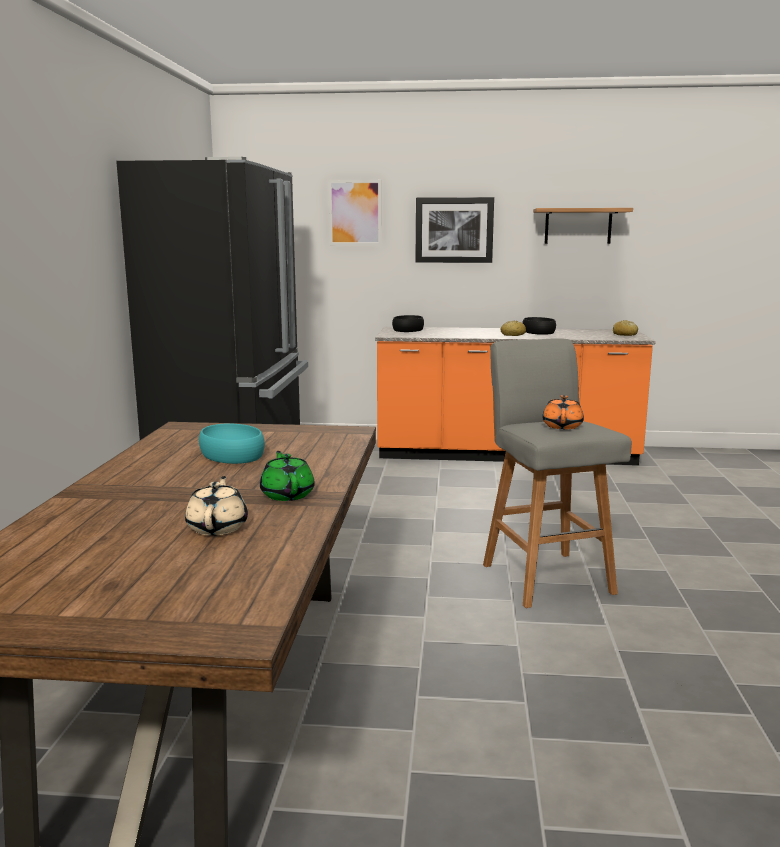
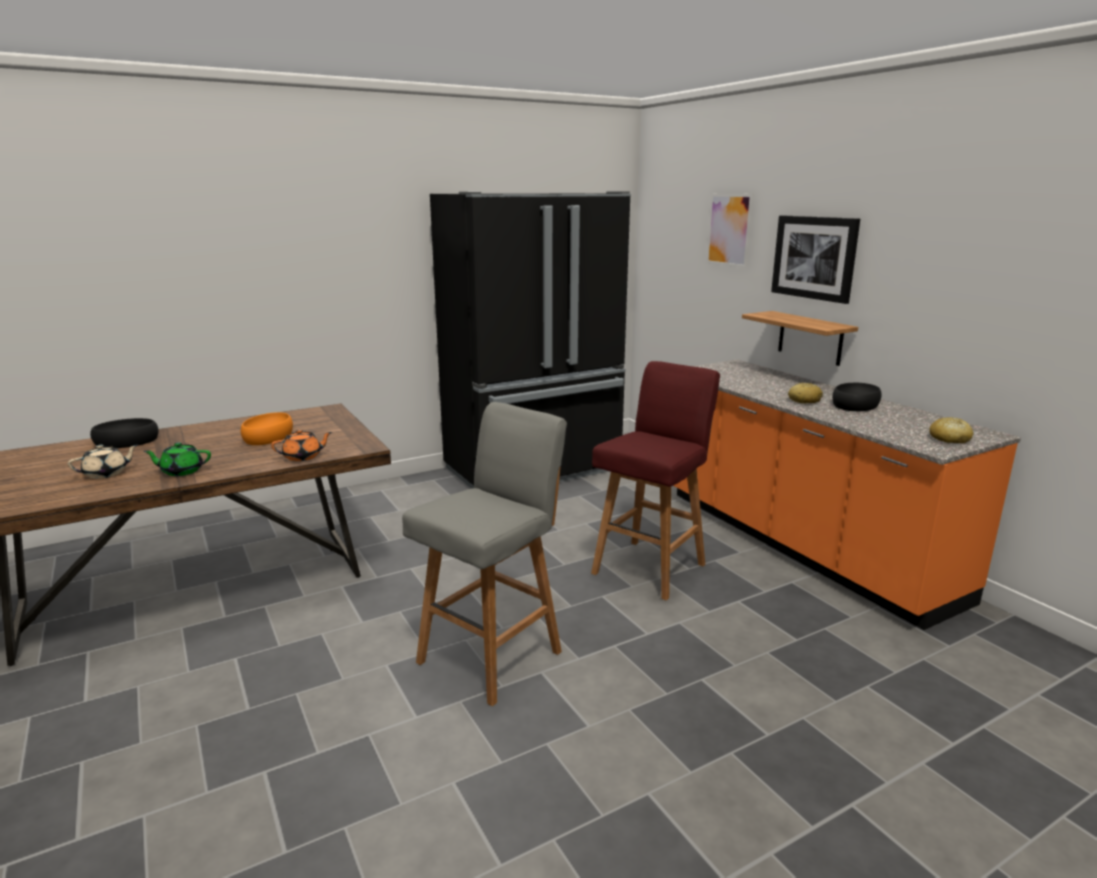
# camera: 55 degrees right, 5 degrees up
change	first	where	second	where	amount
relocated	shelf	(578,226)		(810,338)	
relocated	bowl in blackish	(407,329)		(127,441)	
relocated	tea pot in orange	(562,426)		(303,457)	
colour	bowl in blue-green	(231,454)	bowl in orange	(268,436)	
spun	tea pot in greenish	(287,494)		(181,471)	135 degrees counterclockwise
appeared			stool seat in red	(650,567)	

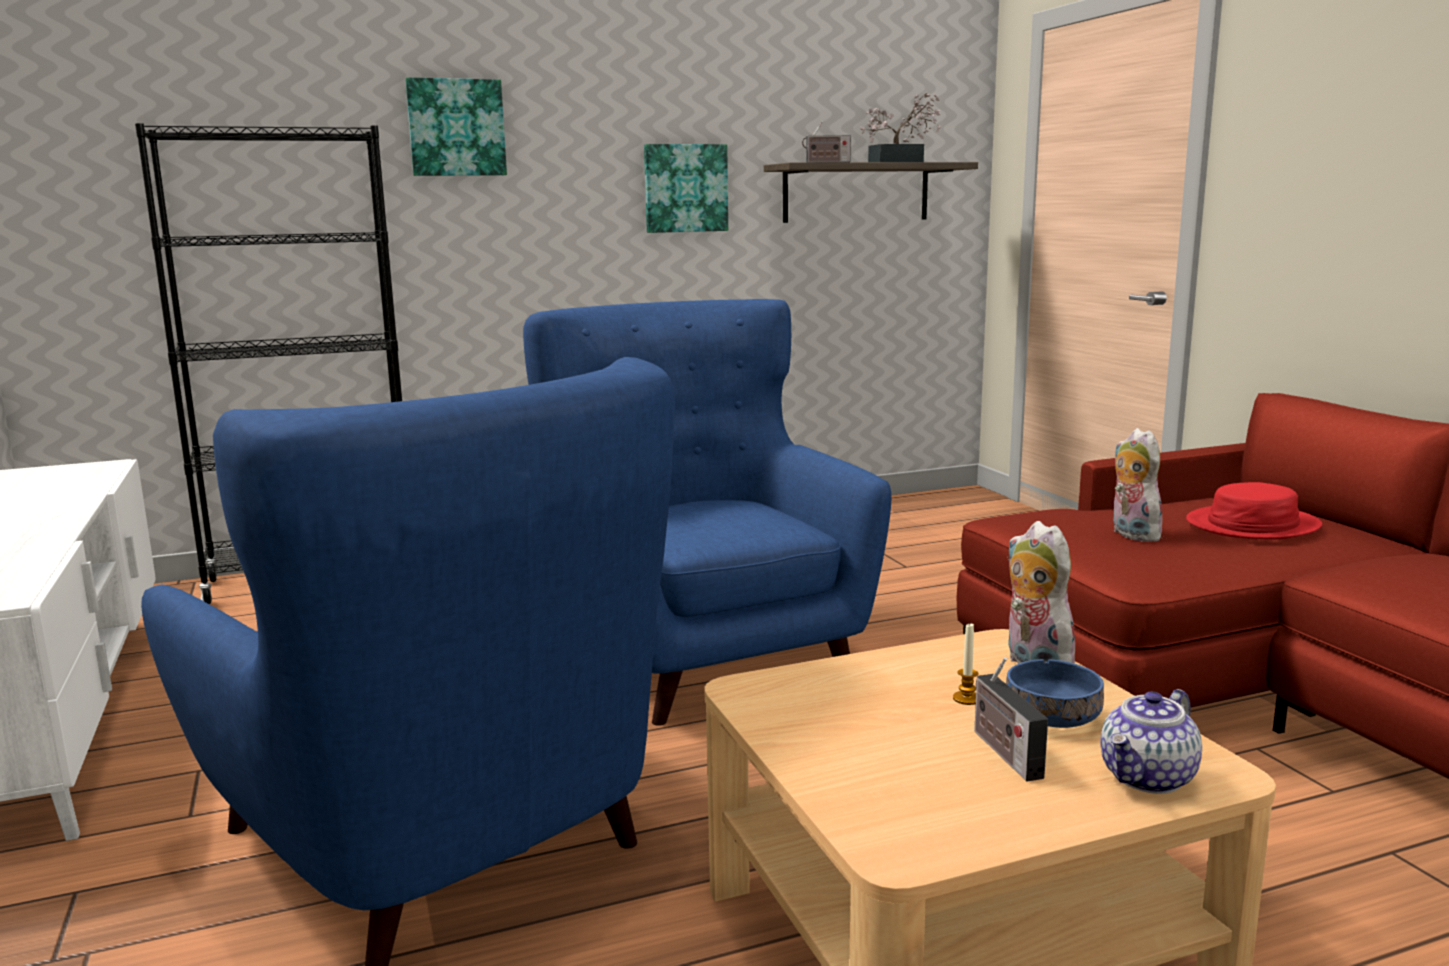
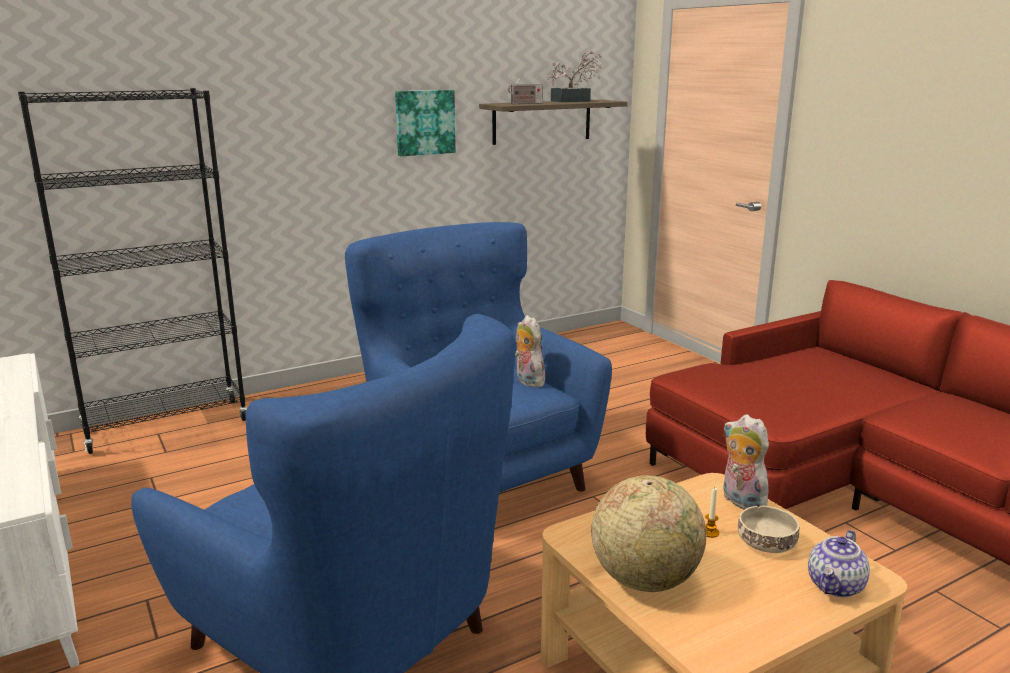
# camera: 10 degrees left, 5 degrees up
change	first	where	second	where	amount
missing	wall art	(456,128)			
relocated	cuddly toy	(1131,534)		(527,381)	
missing	hat in red	(1253,525)			
missing	radio	(1003,752)			
colour	bowl in bluish	(1051,718)	bowl in sand-coloured	(766,544)	
appeared			globe	(645,579)	

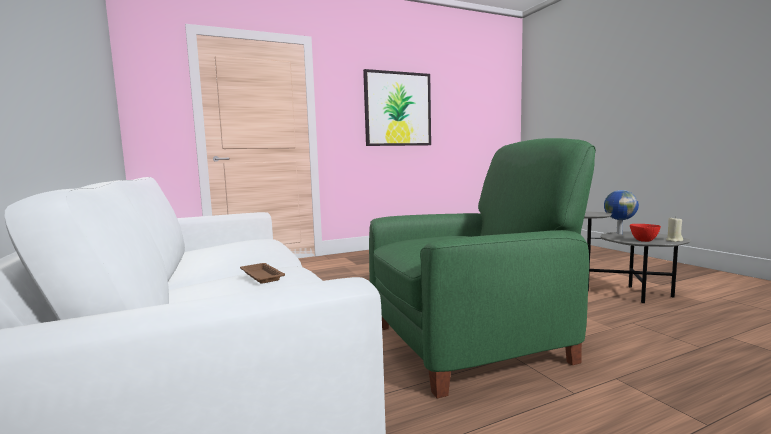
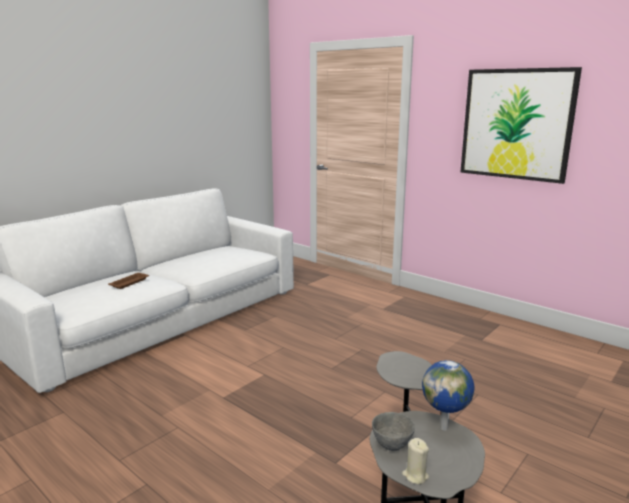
# camera: 65 degrees right, 10 degrees up
change	first	where	second	where	amount
missing	easy chair in greenish	(470,343)			
colour	bowl in red	(643,241)	bowl in grey	(391,445)	

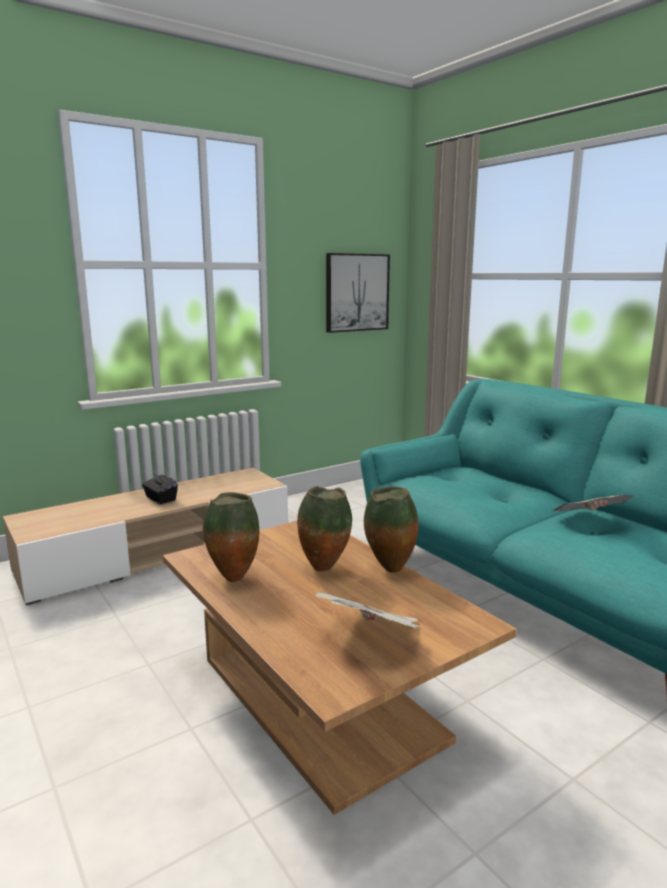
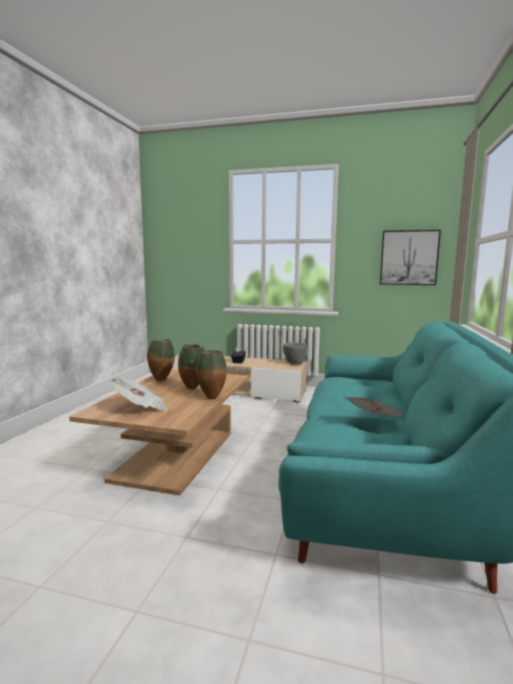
# camera: 50 degrees right, 5 degrees down
change	first	where	second	where	amount
appeared			bowl in grey	(294,363)	

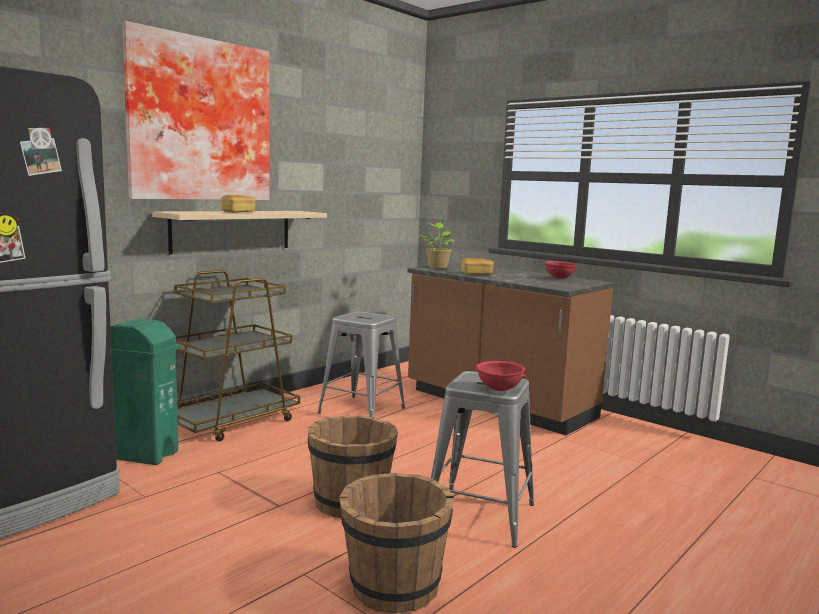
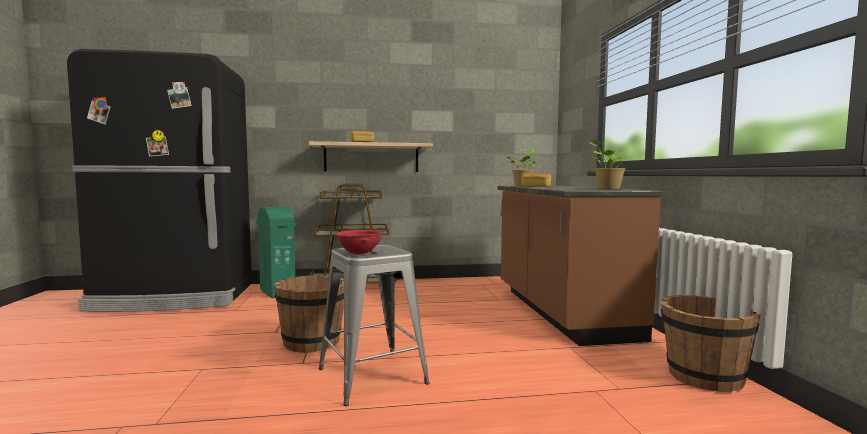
# camera: 40 degrees right, 5 degrees down
change	first	where	second	where	amount
missing	wall art	(198,120)			
exchanged	bowl in red	(559,278)	plant in a pot	(607,188)	
missing	stool seat in grey	(361,410)			
relocated	water bucket in brownish	(393,587)		(703,377)	

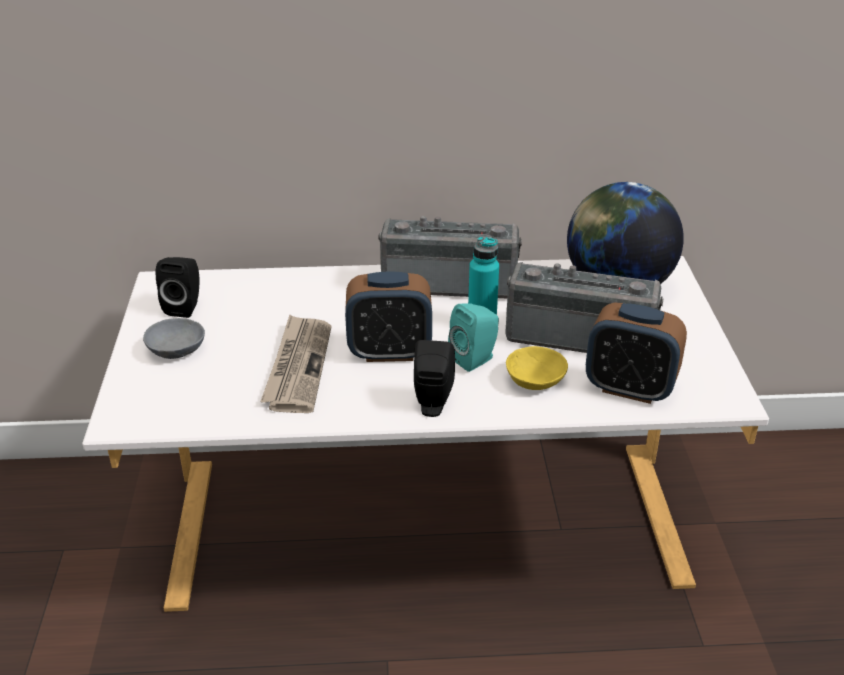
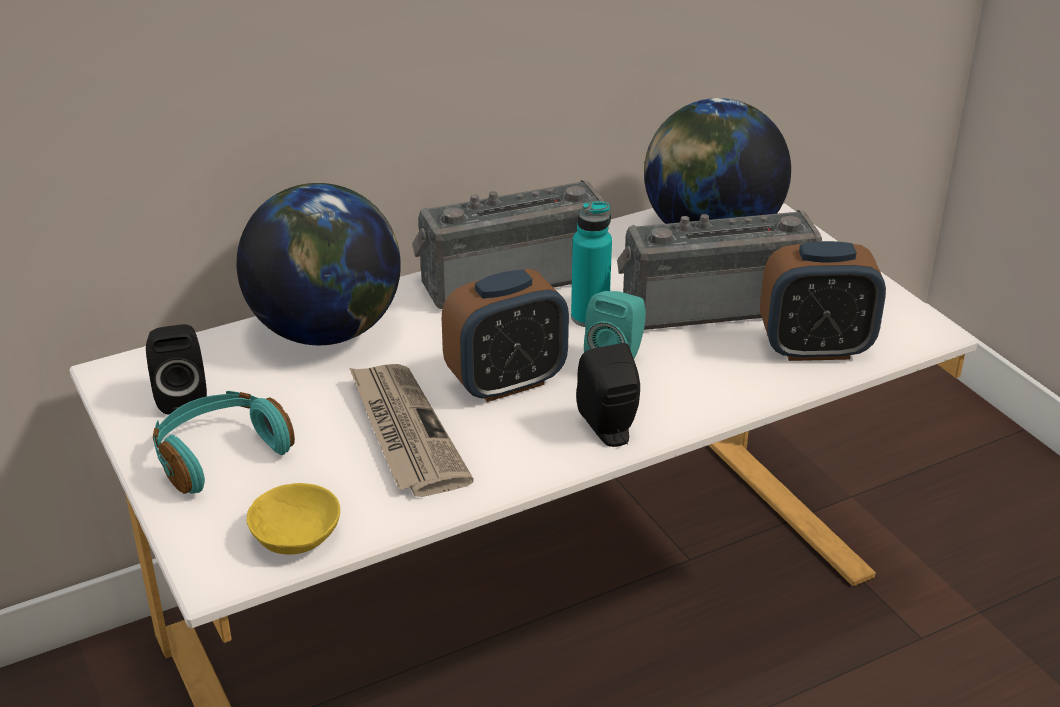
# camera: 25 degrees left, 0 degrees up
change	first	where	second	where	amount
exchanged	bowl in grey	(178,348)	headset in blue-green	(219,454)	
relocated	bowl in yellowish	(536,381)		(298,537)	
appeared			globe	(326,330)	

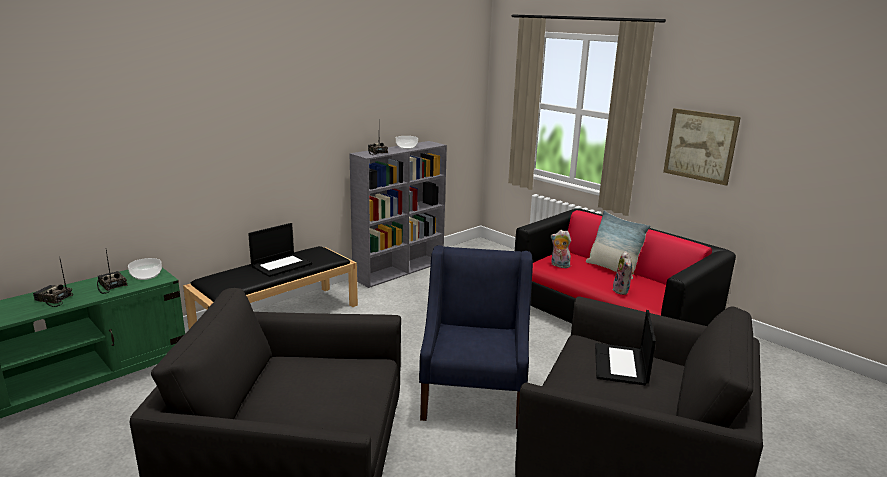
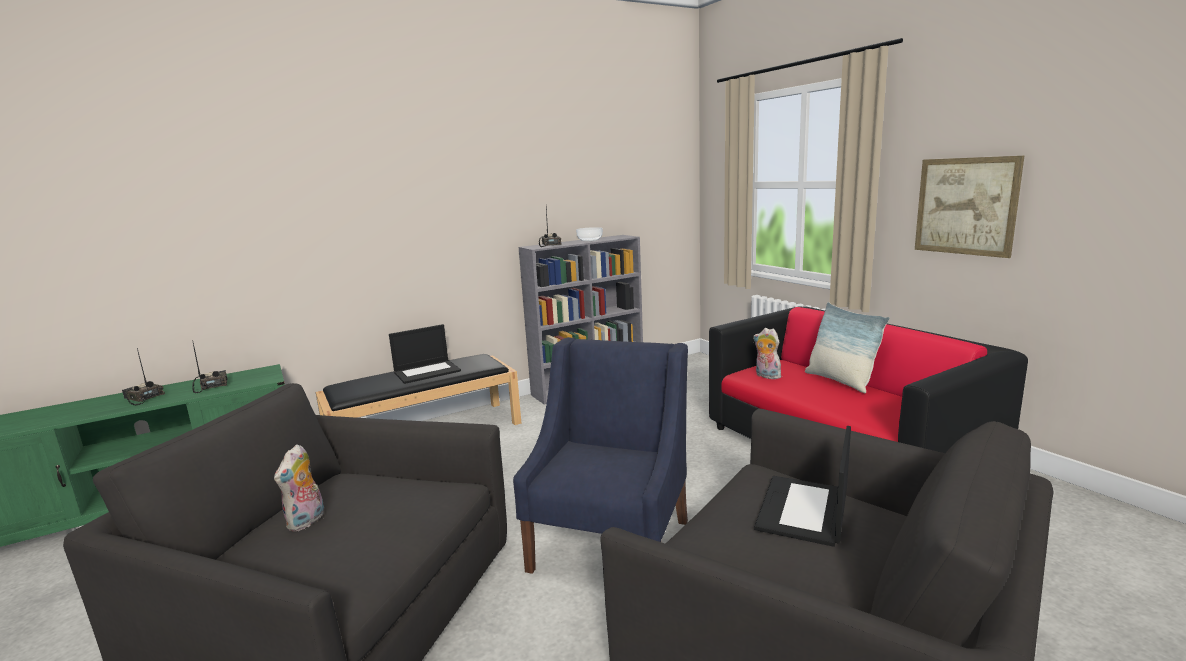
# camera: 15 degrees right, 5 degrees down
change	first	where	second	where	amount
relocated	cuddly toy	(622,291)		(307,521)	
missing	bowl	(146,275)			

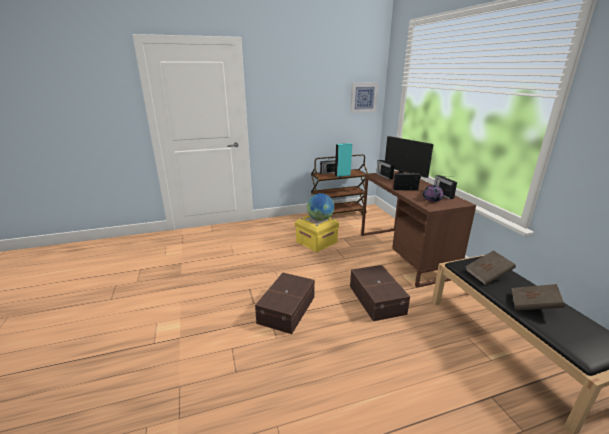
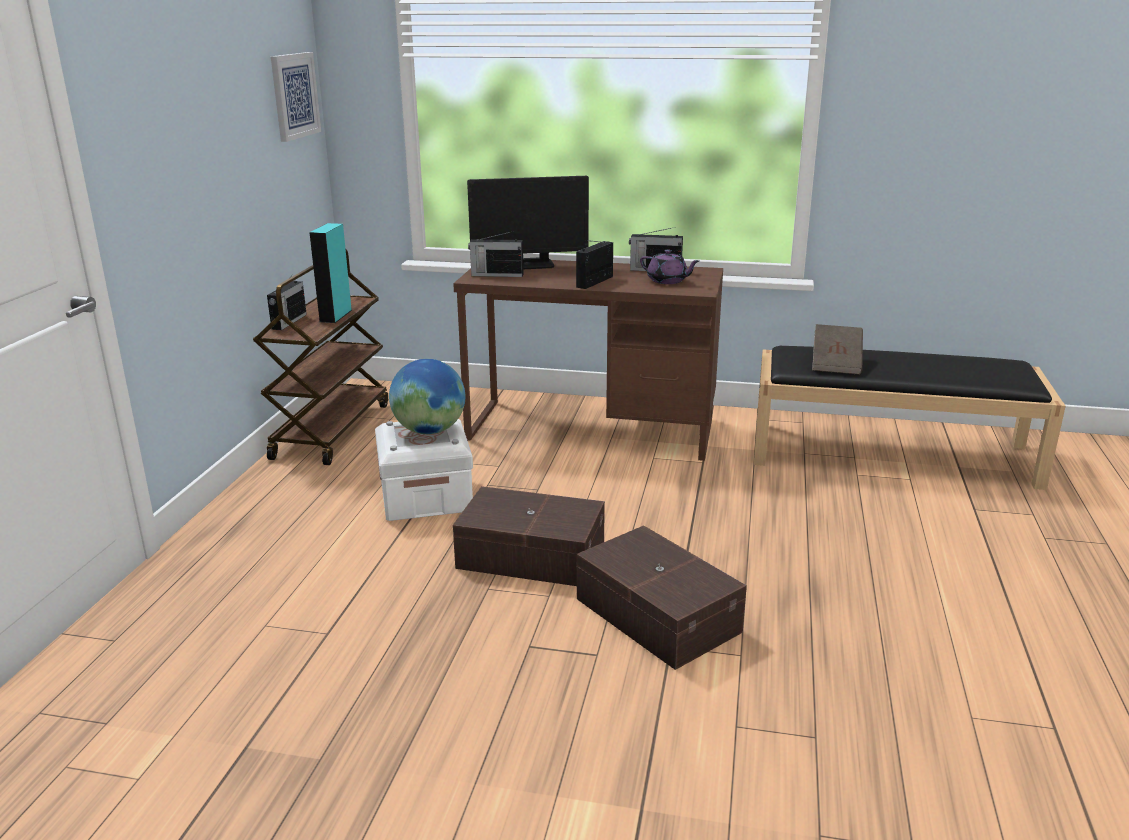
# camera: 60 degrees left, 0 degrees up
change	first	where	second	where	amount
colour	storage container in yellowish	(316,242)	storage container in white-coloured	(426,497)	
relocated	storage container in brownish	(377,299)		(530,554)	
missing	bound book in brownish	(533,306)			

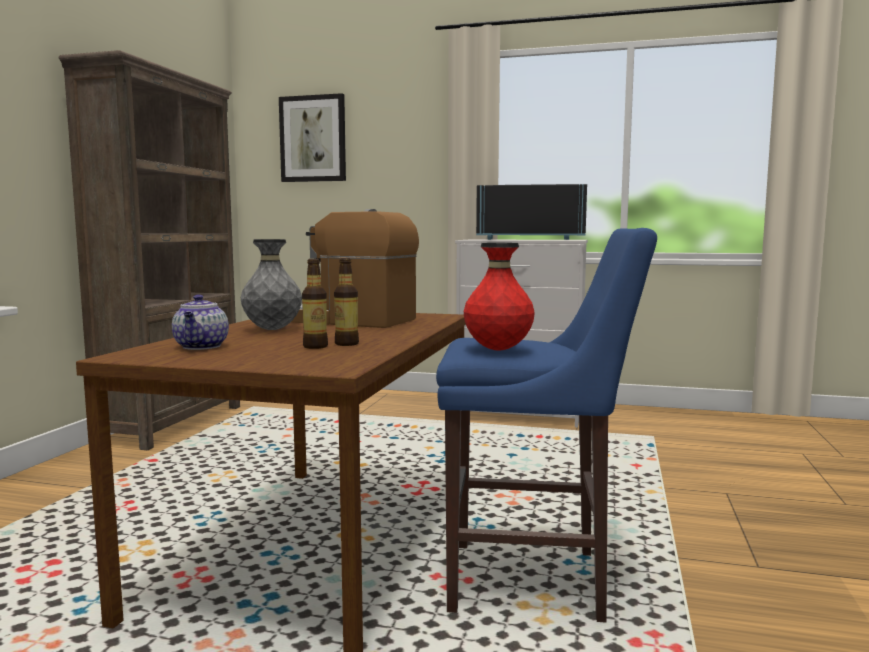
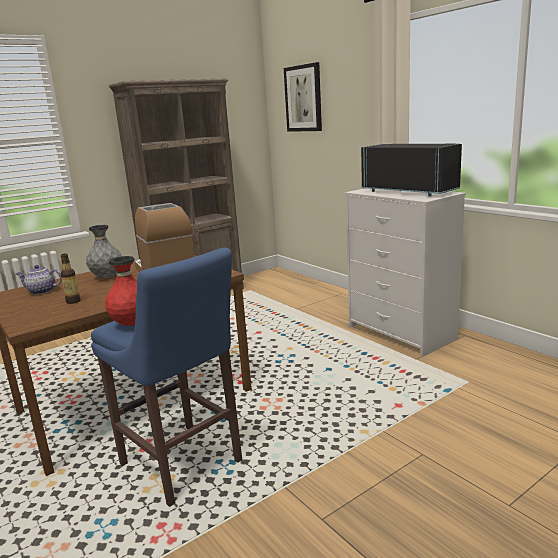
# camera: 40 degrees right, 10 degrees up
change	first	where	second	where	amount
missing	bottle	(346,344)			
spun	tea pot	(201,347)		(41,291)	60 degrees clockwise

